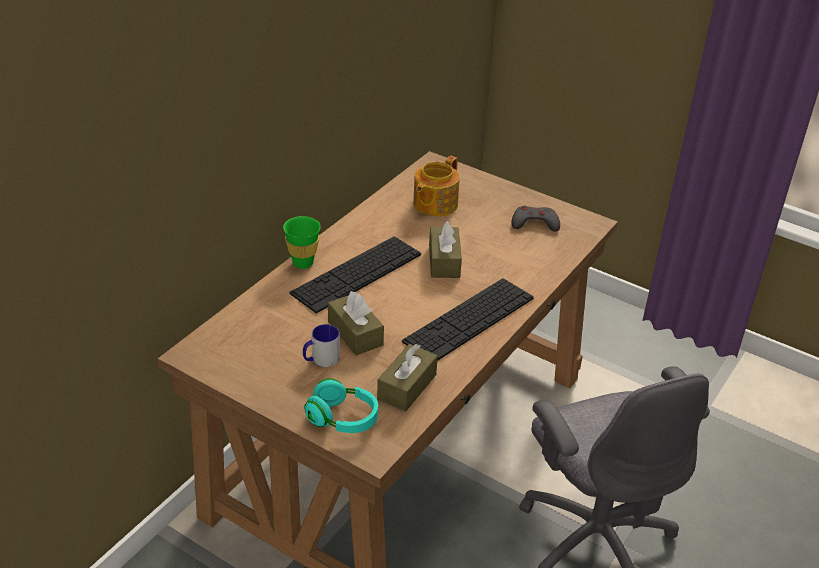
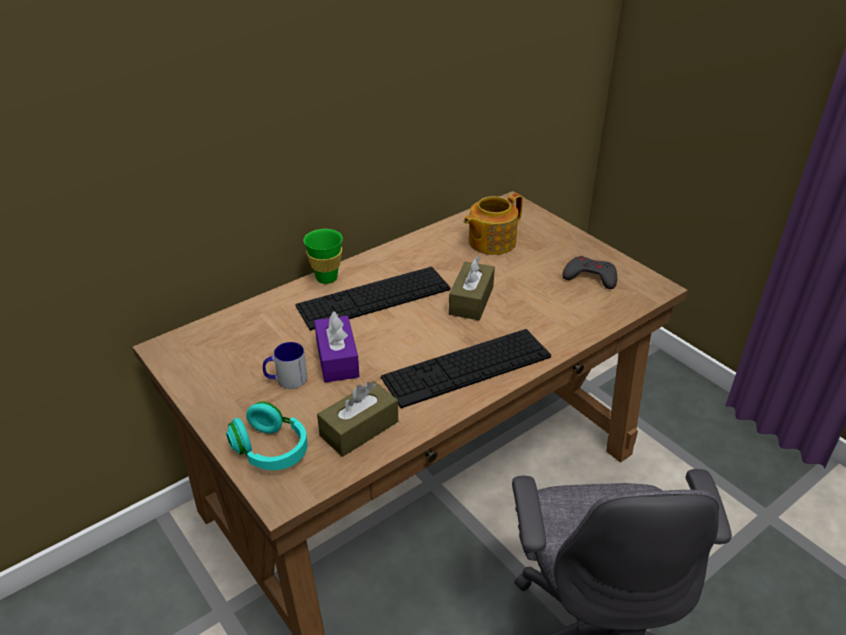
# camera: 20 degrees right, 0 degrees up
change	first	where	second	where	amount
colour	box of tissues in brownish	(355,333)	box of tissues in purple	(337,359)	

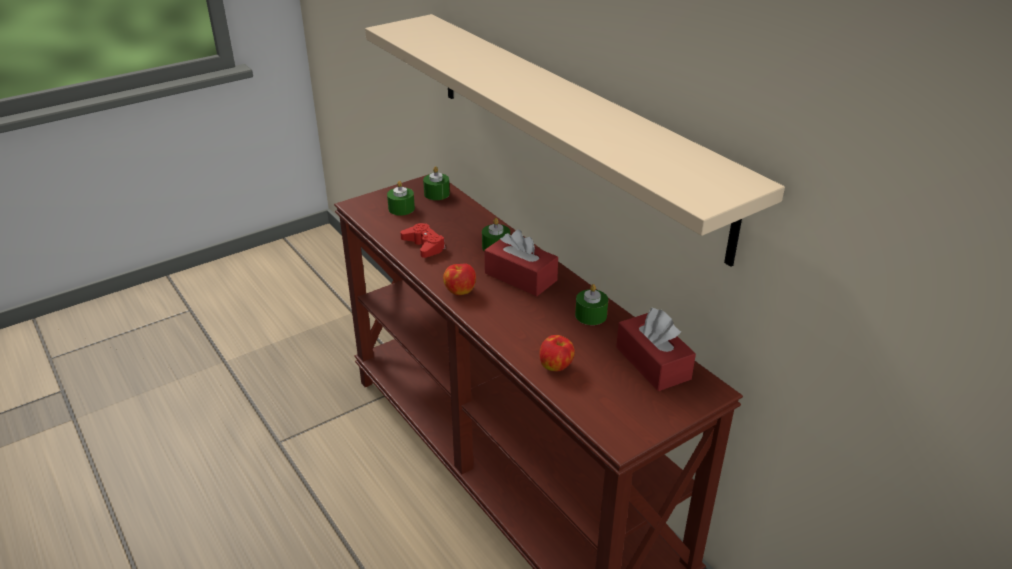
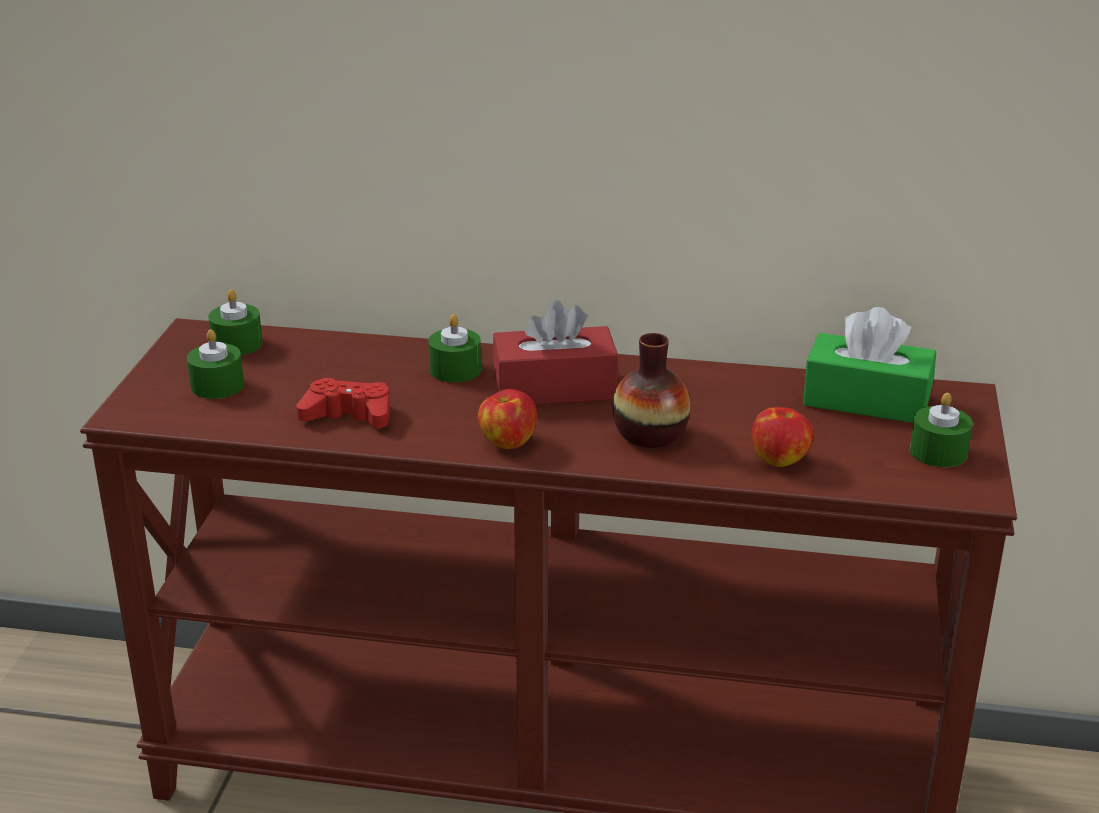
# camera: 45 degrees left, 5 degrees down
change	first	where	second	where	amount
missing	shelf in sand-coloured	(568,125)			
relocated	candle in greenish	(591,315)		(938,452)	
colour	box of tissues in red	(653,363)	box of tissues in greenish	(866,400)	
appeared			flower vase	(650,434)	

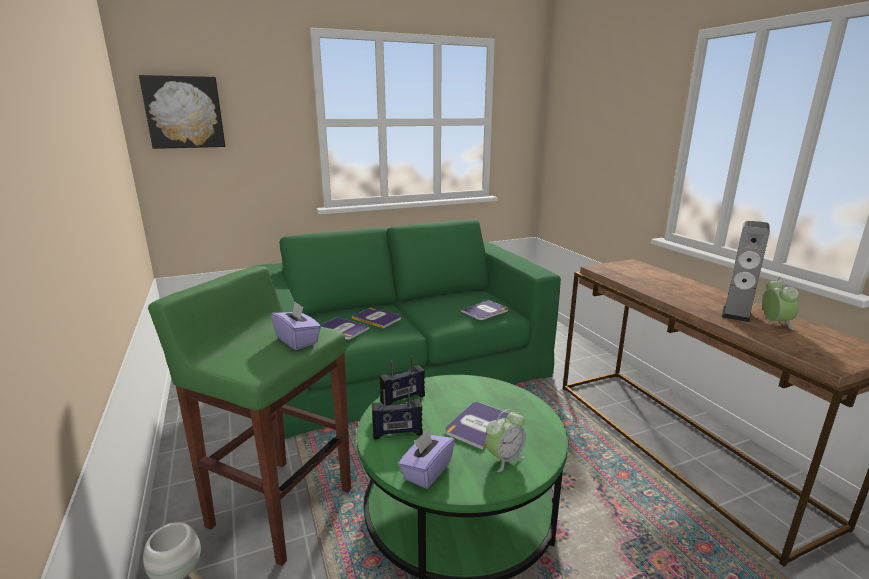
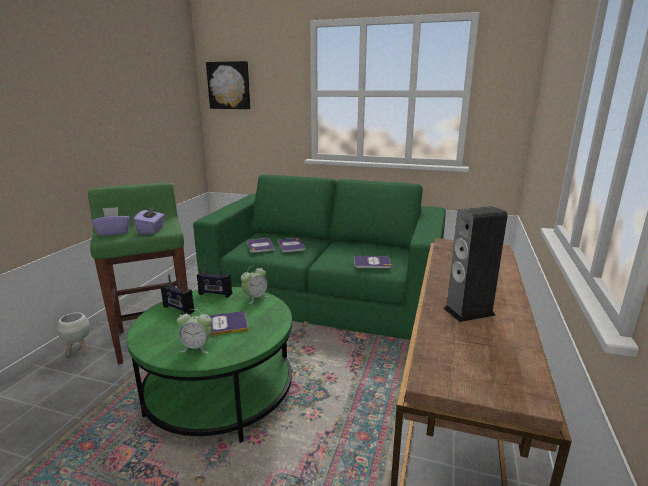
# camera: 40 degrees right, 0 degrees up
change	first	where	second	where	amount
relocated	table clock	(775,323)		(255,298)	
relocated	box of tissues in purple	(426,471)		(114,232)	

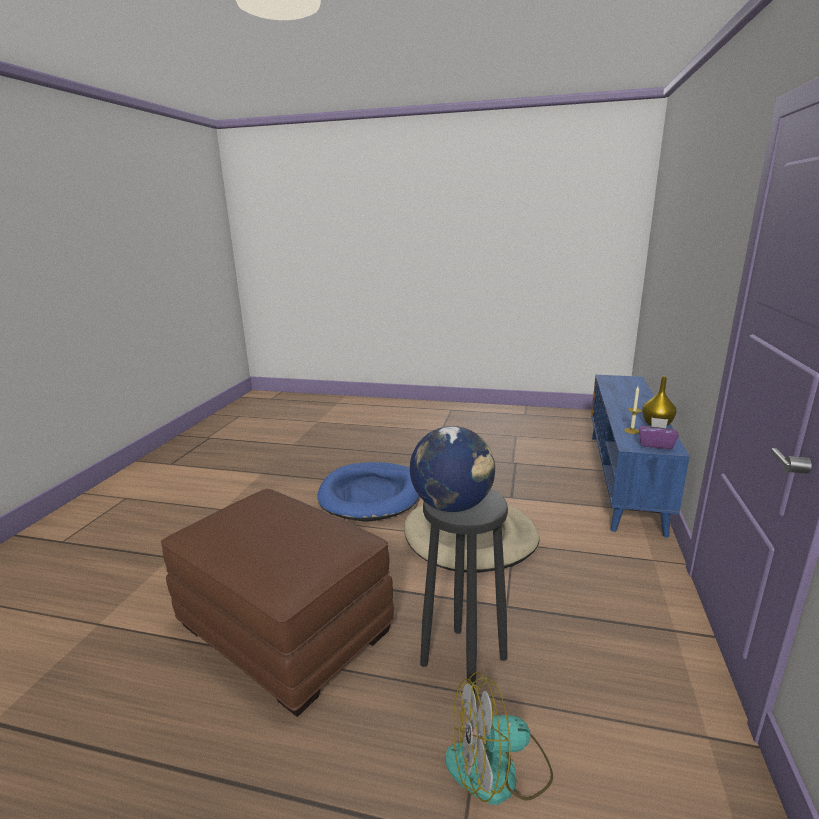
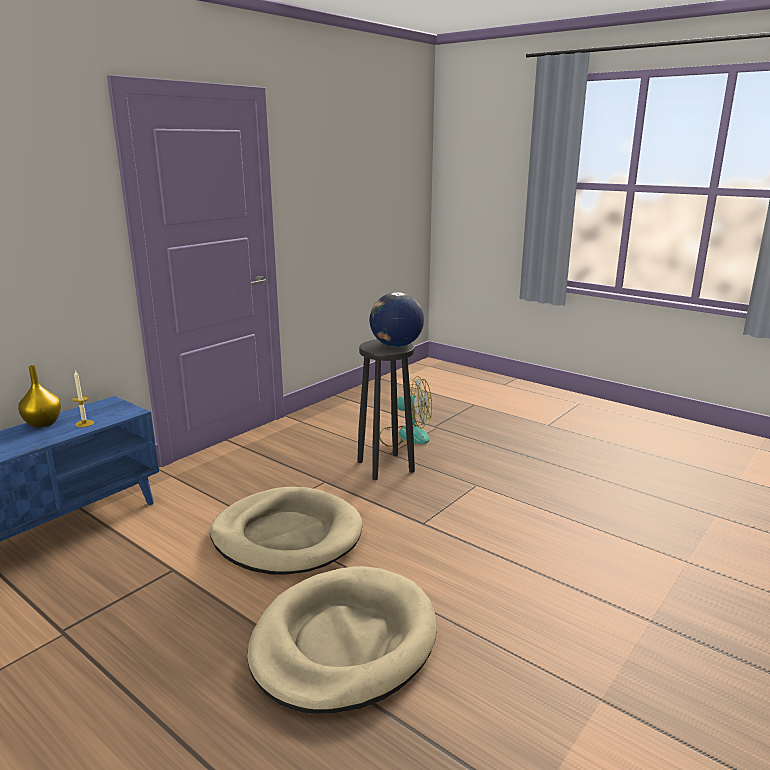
# camera: 155 degrees left, 0 degrees up
change	first	where	second	where	amount
missing	box of tissues in purple	(655,444)			
colour	dog cushion in bluish	(371,495)	dog cushion in sand-coloured	(343,642)	
missing	pouffe in brownish	(283,628)			

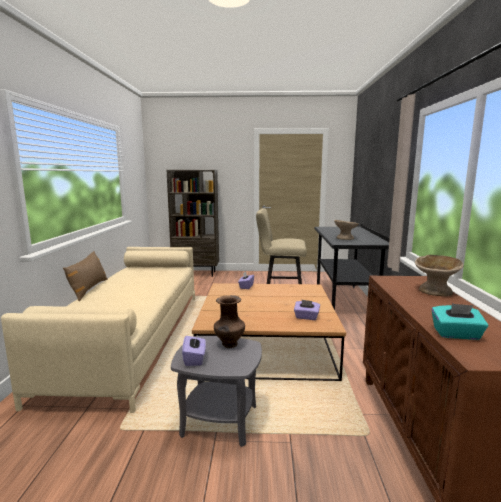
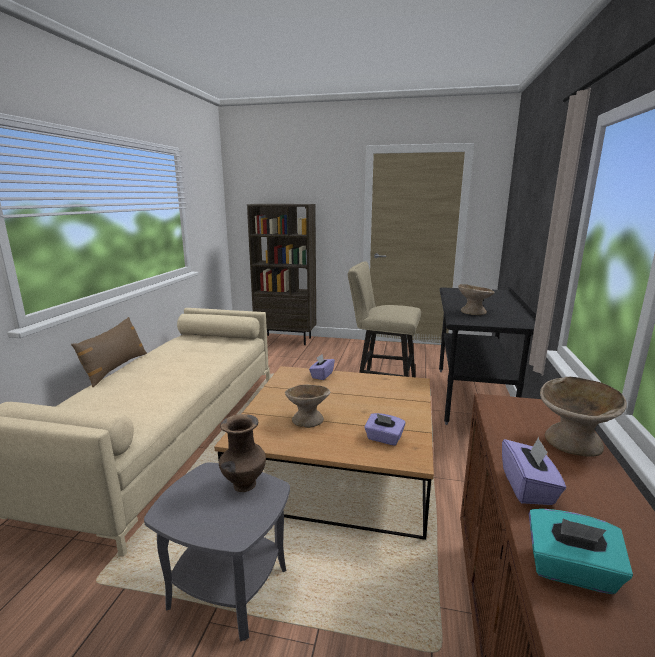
# camera: 10 degrees right, 5 degrees up
change	first	where	second	where	amount
relocated	box of tissues in purple	(194,359)		(528,487)	
appeared			bowl in sand-coloured	(307,420)	

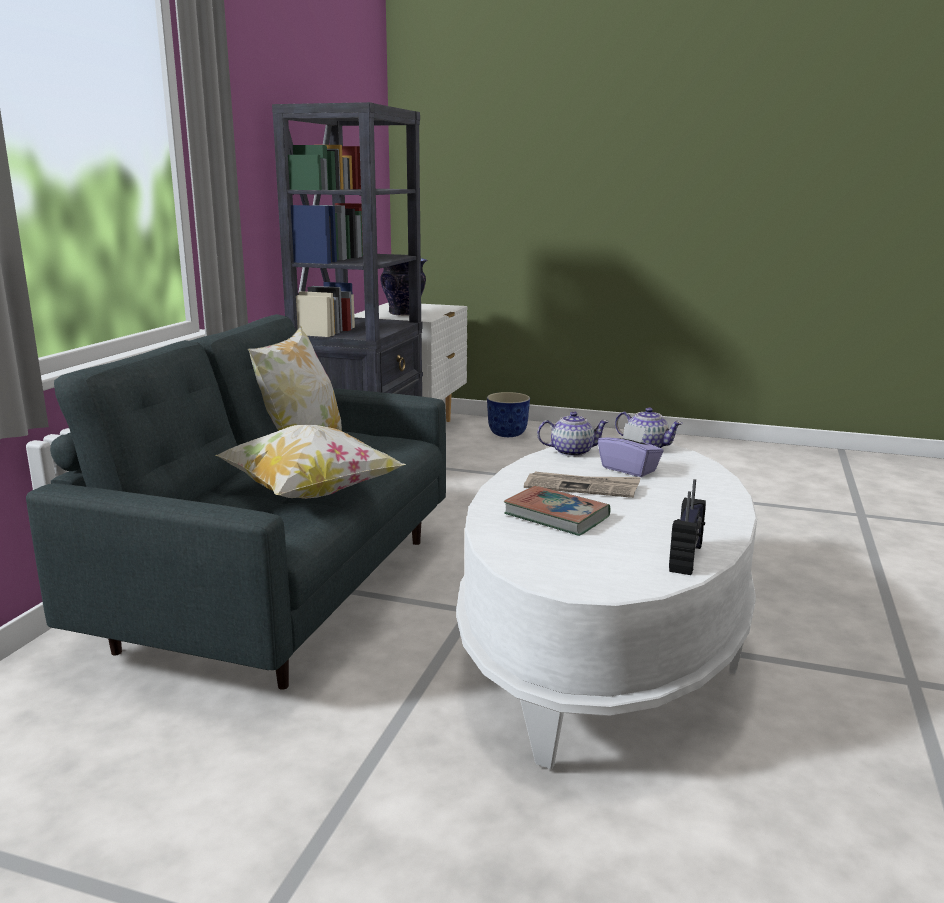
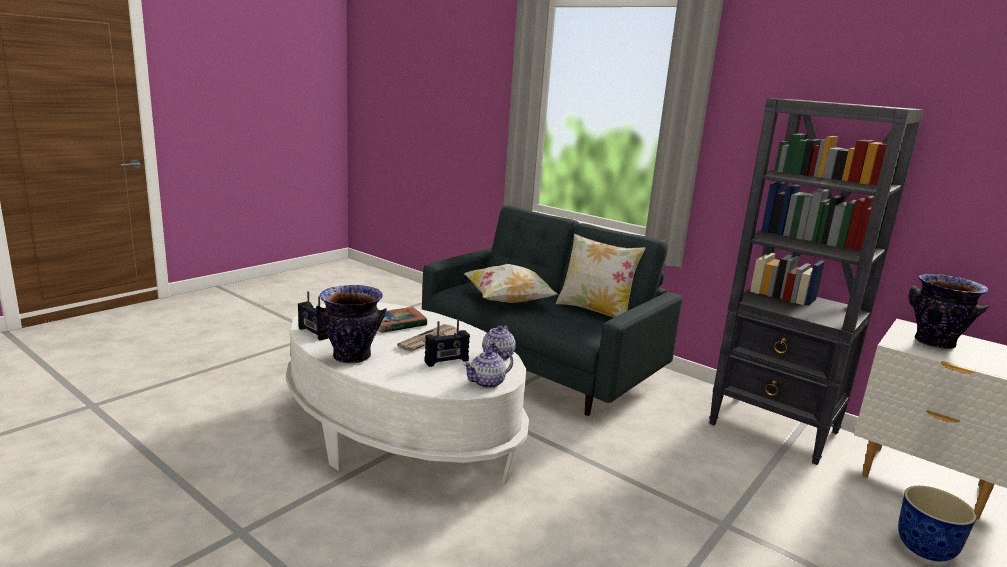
# camera: 110 degrees right, 0 degrees up
change	first	where	second	where	amount
exchanged	box of tissues in purple	(629,469)	radio	(446,361)	
appeared			flower vase	(352,357)	

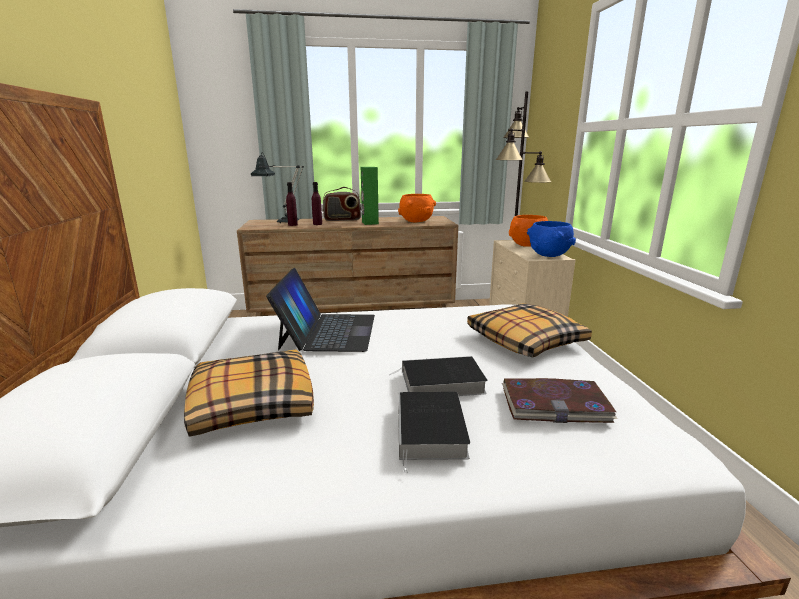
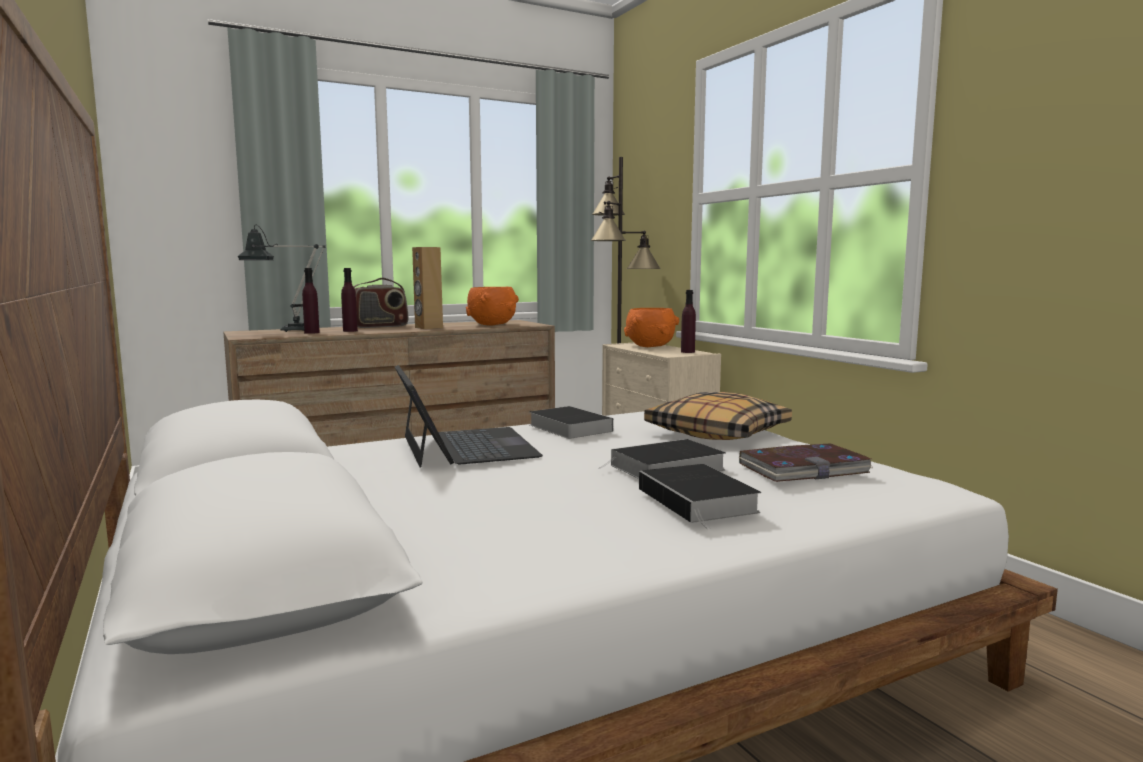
# camera: 20 degrees left, 10 degrees down
change	first	where	second	where	amount
colour	speaker in greenish	(369,223)	speaker in brownish	(428,328)	
exchanged	bowl in bluish	(549,255)	bottle in purple	(687,352)	
missing	throw pillow	(251,404)			
appeared			bound book	(567,427)	

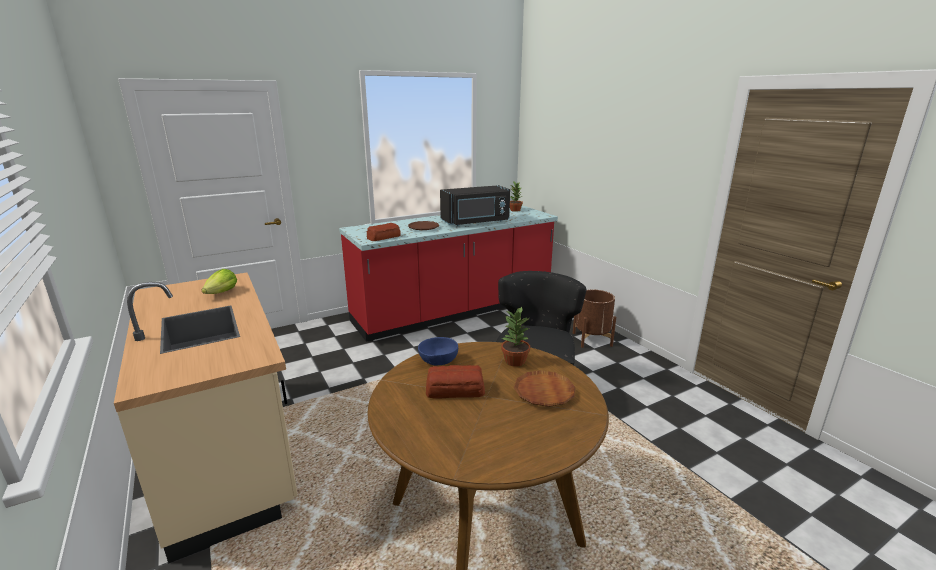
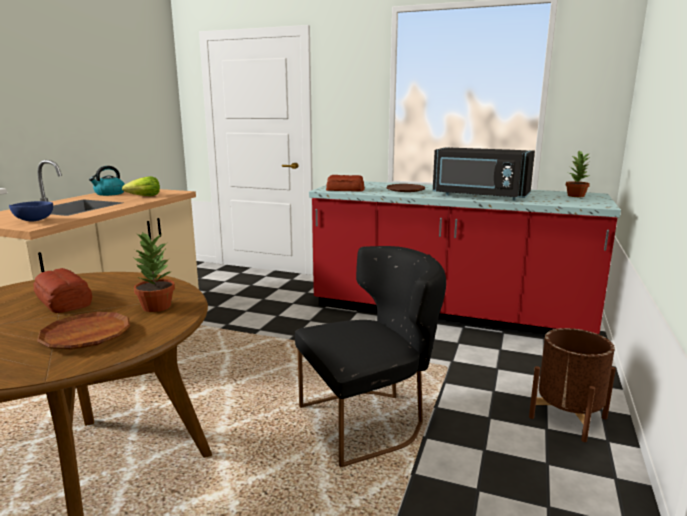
# camera: 50 degrees right, 5 degrees down
change	first	where	second	where	amount
relocated	bowl in bluish	(438,362)		(33,221)	
appeared			kettle	(109,194)	

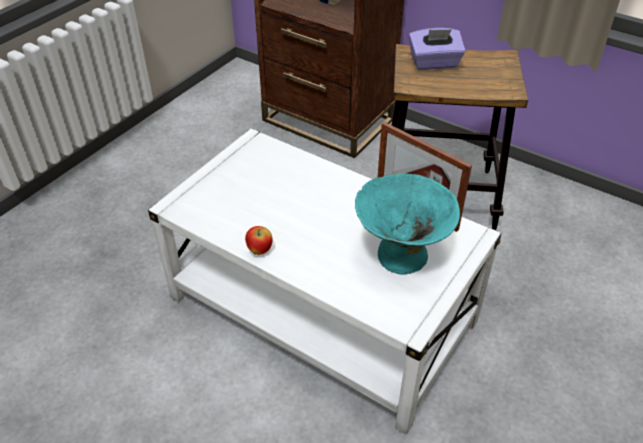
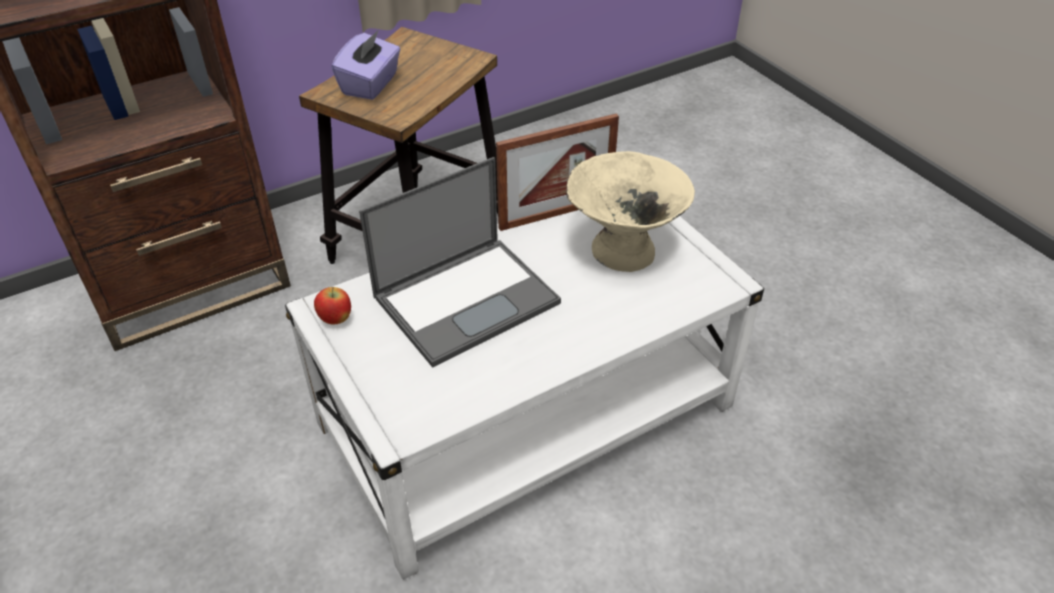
# camera: 65 degrees left, 0 degrees up
change	first	where	second	where	amount
colour	bowl in blue-green	(401,254)	bowl in sand-coloured	(622,251)	
relocated	whole apple	(259,250)		(335,319)	
appeared			laptop	(468,298)	

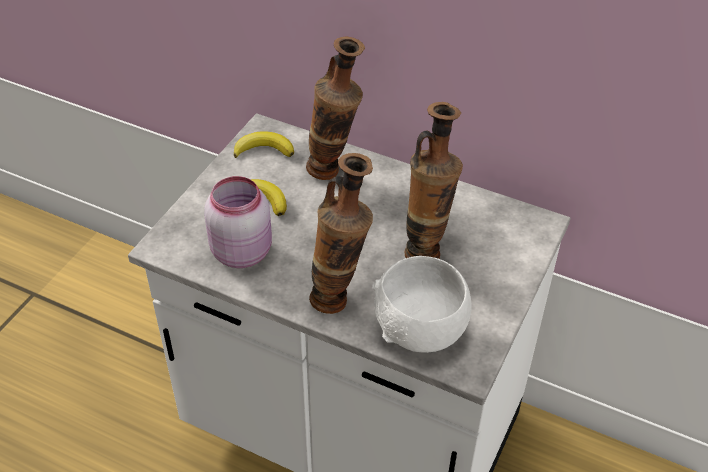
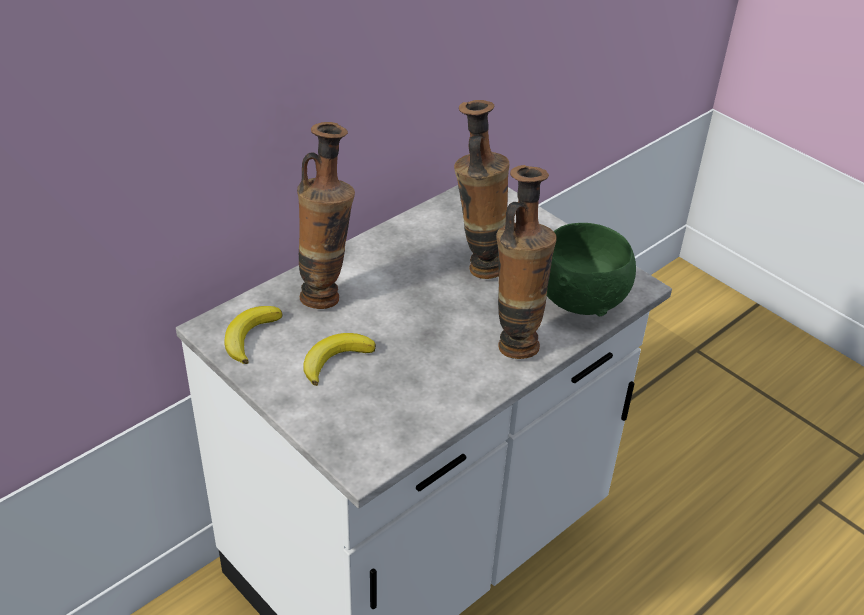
# camera: 70 degrees left, 5 degrees down
change	first	where	second	where	amount
missing	storage jar in pinkish	(241,251)			
colour	bowl in white-coloured	(421,330)	bowl in greenish	(581,299)	

